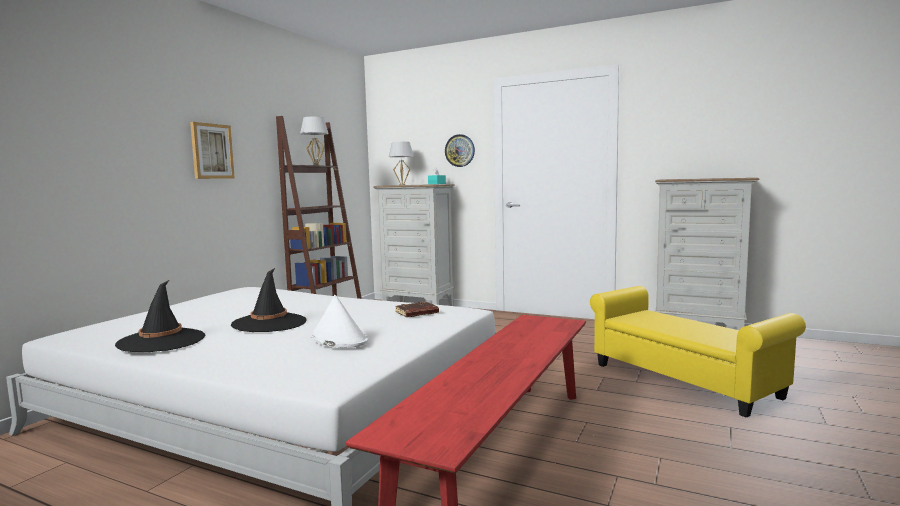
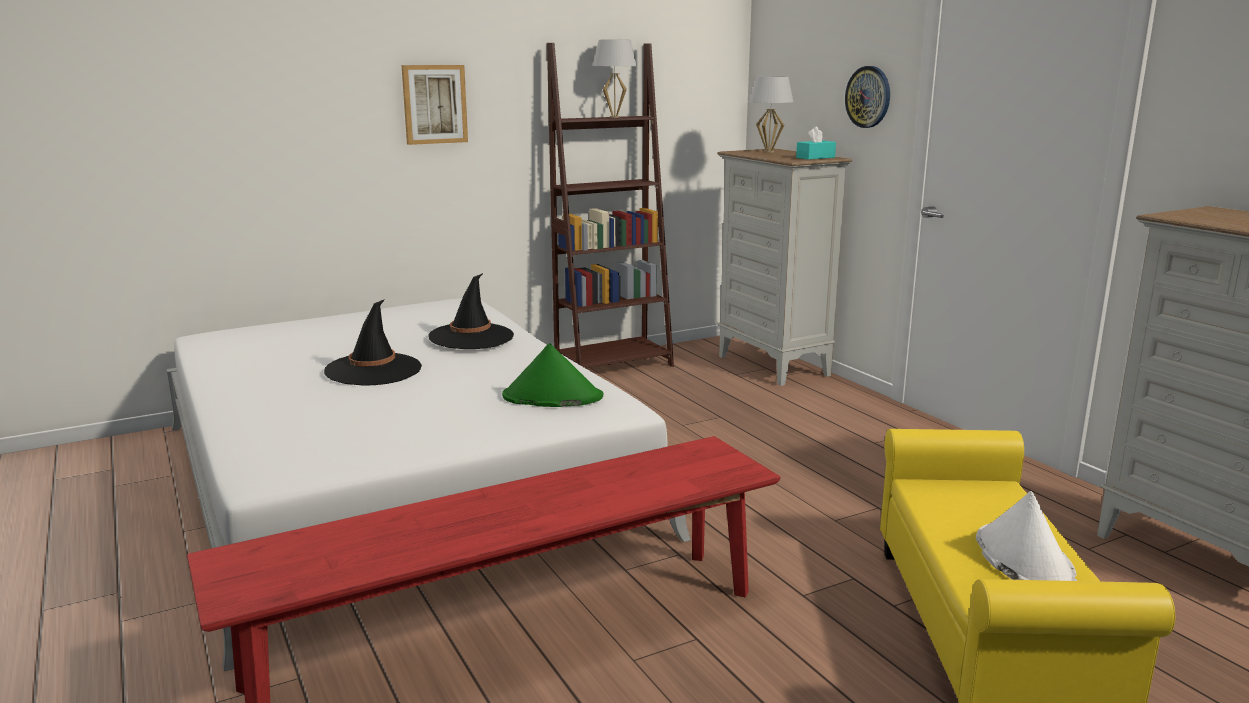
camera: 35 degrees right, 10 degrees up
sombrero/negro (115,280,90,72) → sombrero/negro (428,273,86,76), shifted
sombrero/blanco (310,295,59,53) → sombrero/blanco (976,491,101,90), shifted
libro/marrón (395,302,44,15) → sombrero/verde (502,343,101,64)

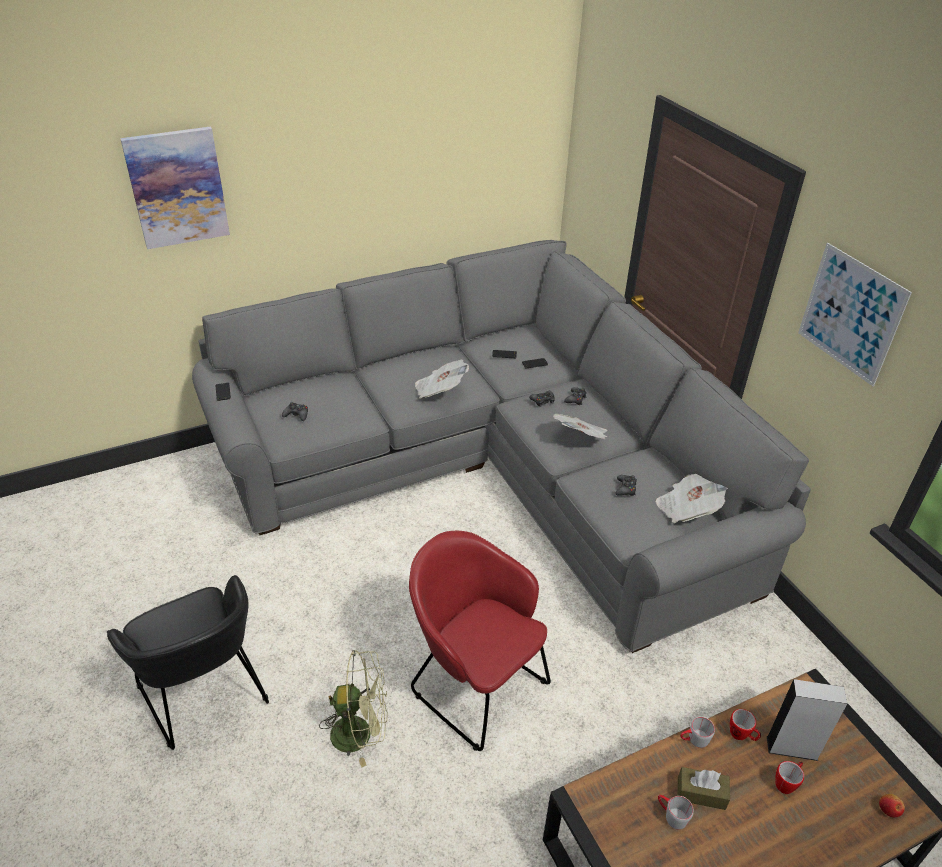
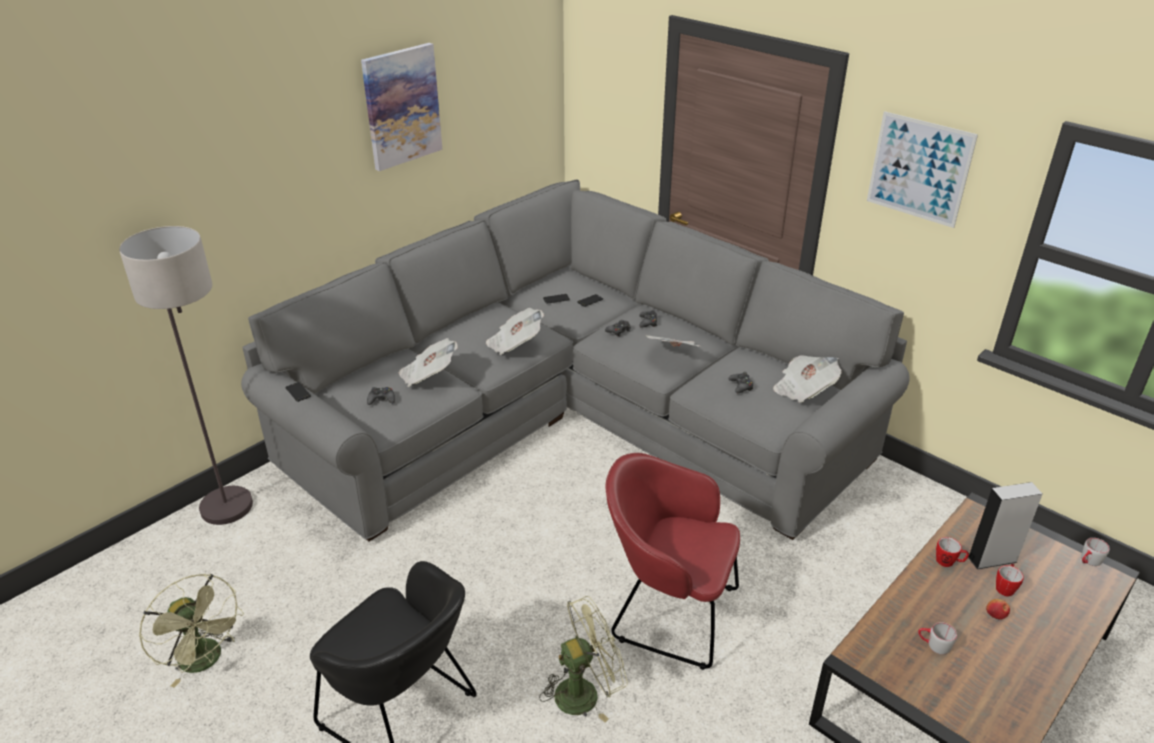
camera: 20 degrees left, 5 degrees down
caja de pañuelos/marrón (678,767,52,43) → -
- → lámpara de pie/gris (119,226,134,299)
- → ventilador/verde (139,574,105,114)
- → periódico (399,338,59,49)
cuadro (120,127,110,122) → cuadro (361,43,81,128), shifted
taza grande/gris (680,717,35,31) → taza grande/gris (1081,538,29,28), shifted
manzana (879,794,26,24) → manzana (986,599,24,21), shifted

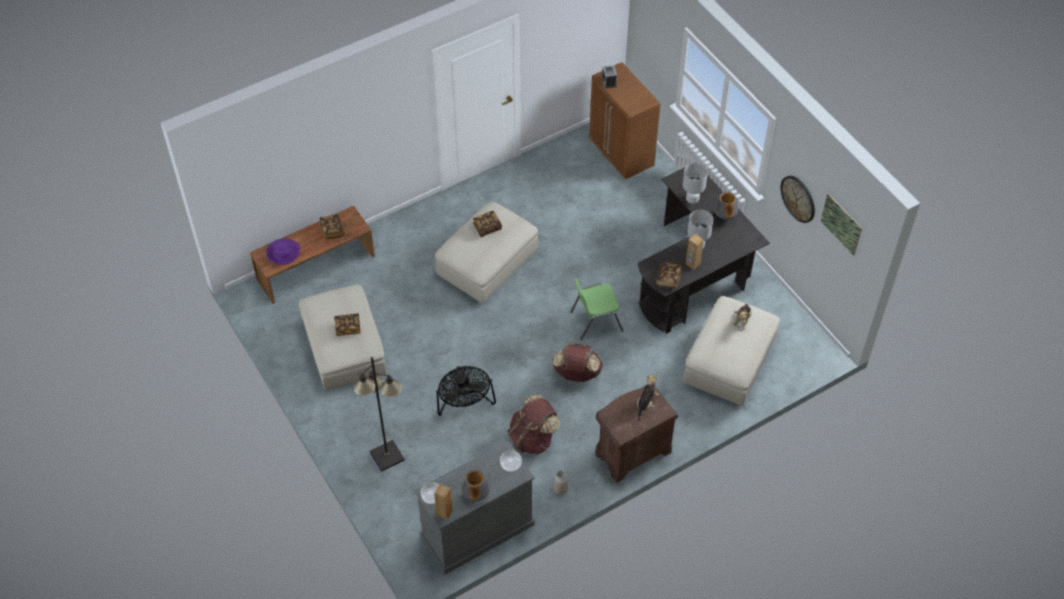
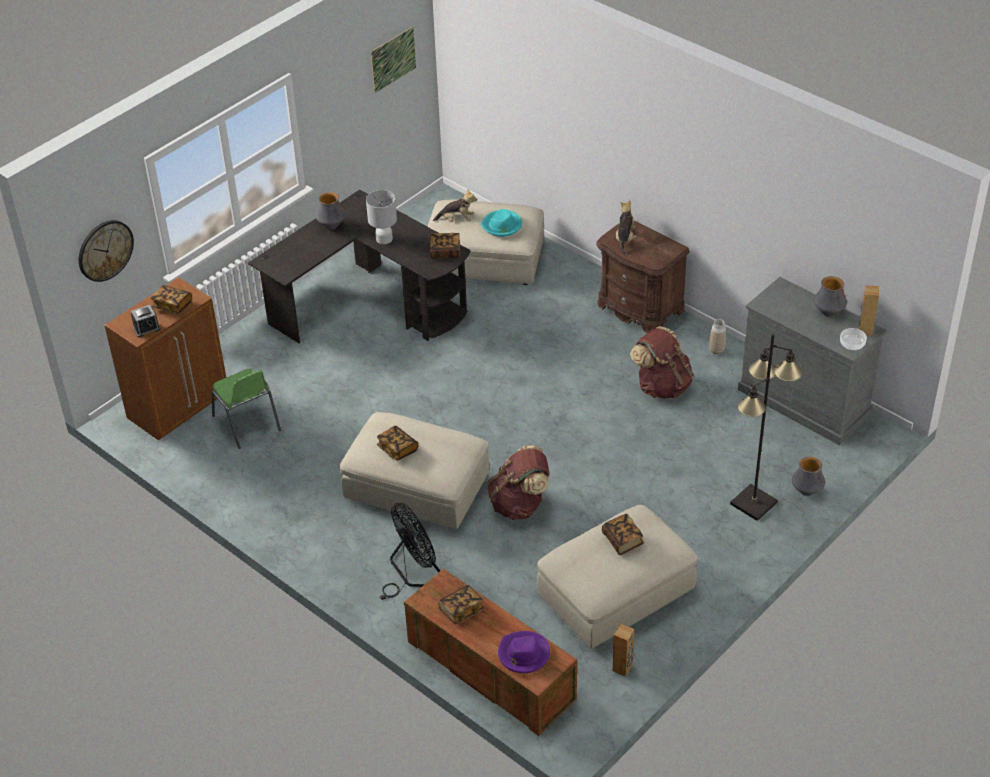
camera: 105 degrees left, 10 degrees down
cuenco (500,450,22,22) → -
lámpara de mesa/gris (683,163,25,41) → -
- → libro (151,285,41,29)
- → sombrero/turquesa (480,209,42,28)
- → florero (792,457,33,39)
ventilador/negro (436,366,60,50) → ventilador/negro (380,503,60,97), shifted
mochila/marrón (552,343,51,39) → mochila/marrón (487,445,63,75), shifted
silla/verde (570,278,53,62) → silla/verde (211,369,70,80), shifted
altavoz/marrón (686,234,18,36) → altavoz/marrón (613,624,21,53), shifted
reloj de pared (781,176,34,47) → reloj de pared (79,220,55,62), shifted
peluche (637,375,22,46) → peluche (616,200,21,55), 90 degrees clockwise

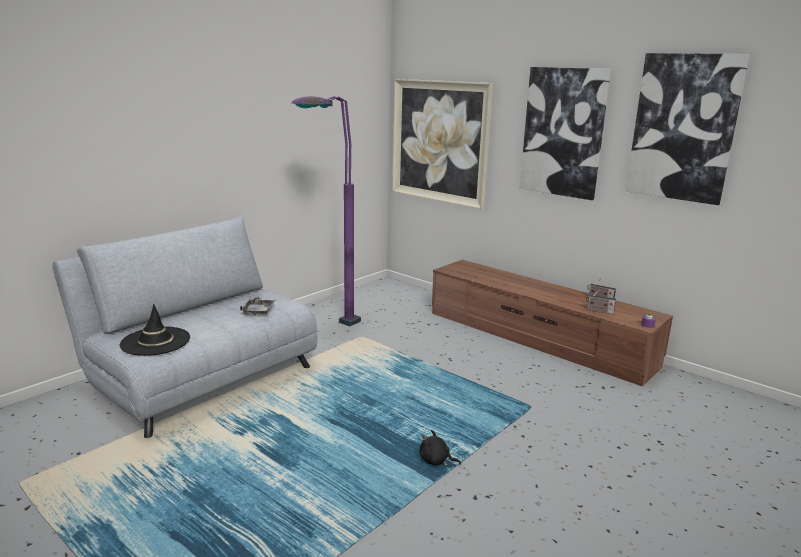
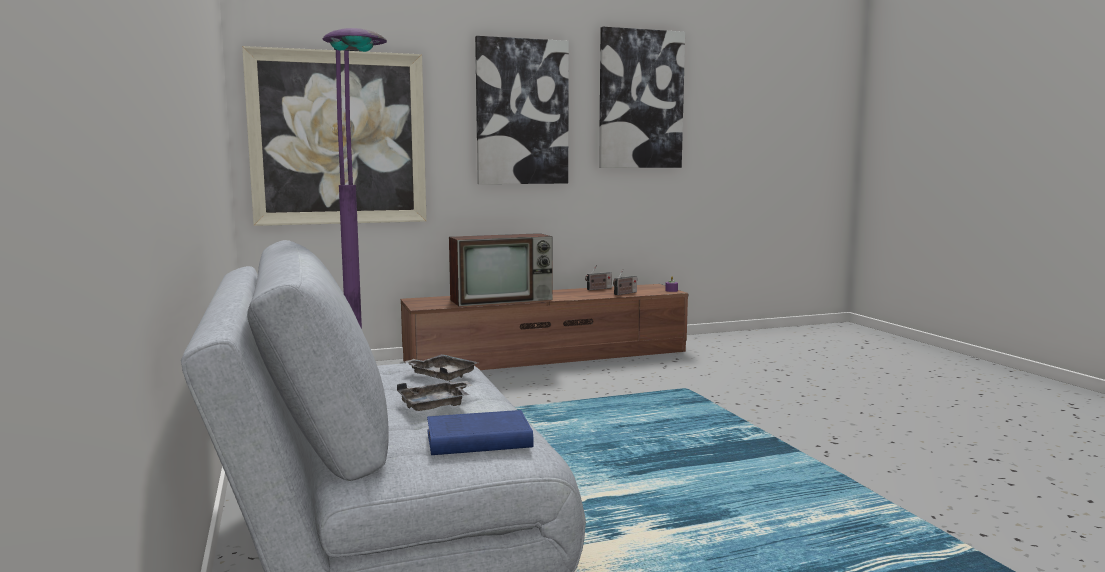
camera: 60 degrees left, 10 degrees down
peluche/negro (419,430,42,36) → -
- → bandeja/gris (397,380,75,31)
- → televisor (449,233,103,73)
sombrero/negro (120,304,70,52) → libro/azul (427,410,106,45)

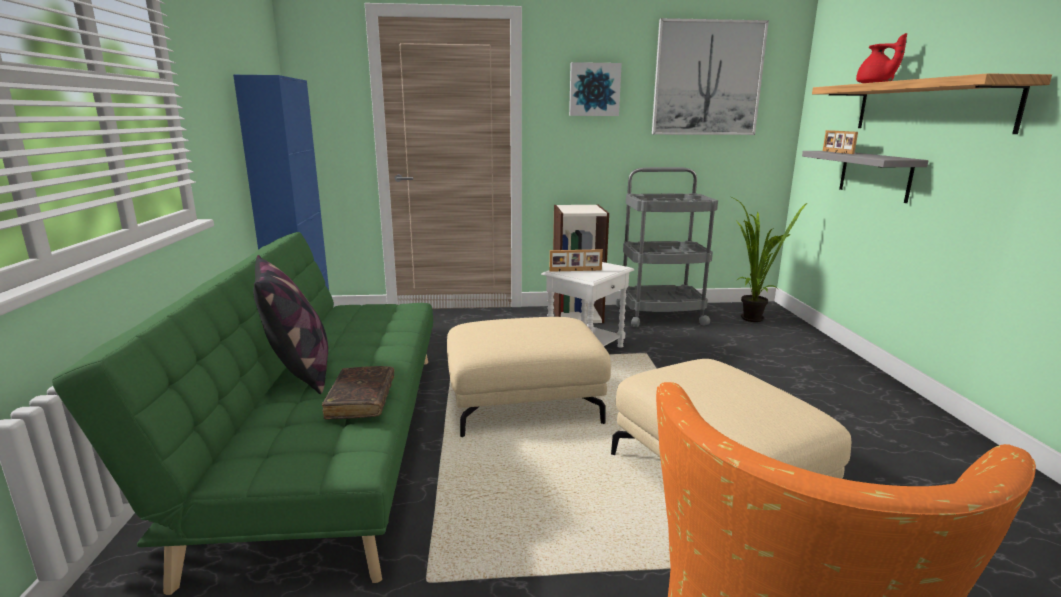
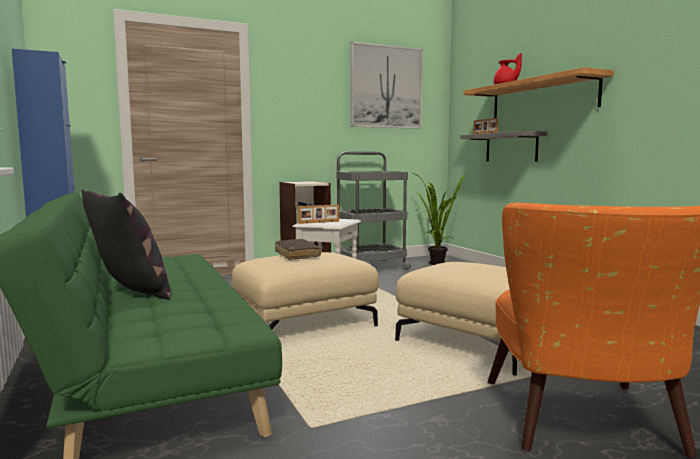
camera: 20 degrees left, 10 degrees down
cuadro (569,62,53,54) → -
libro/marrón (322,366,72,54) → libro/marrón (275,239,47,21), shifted

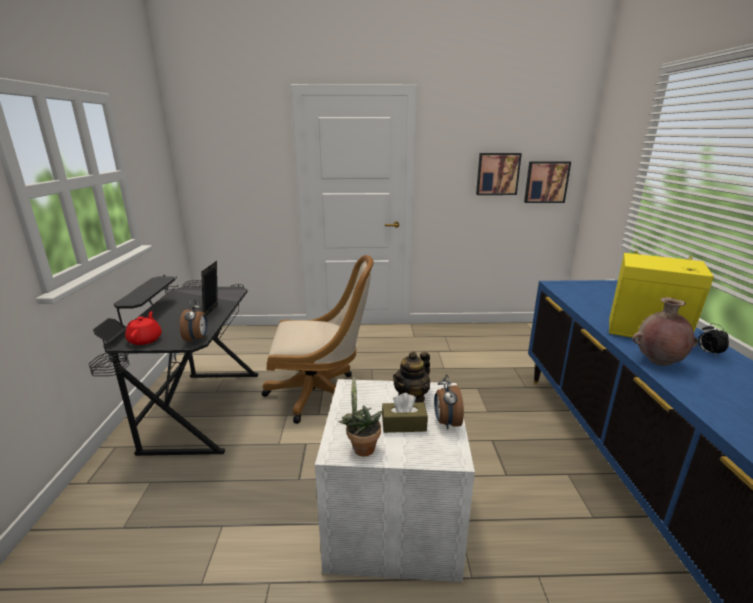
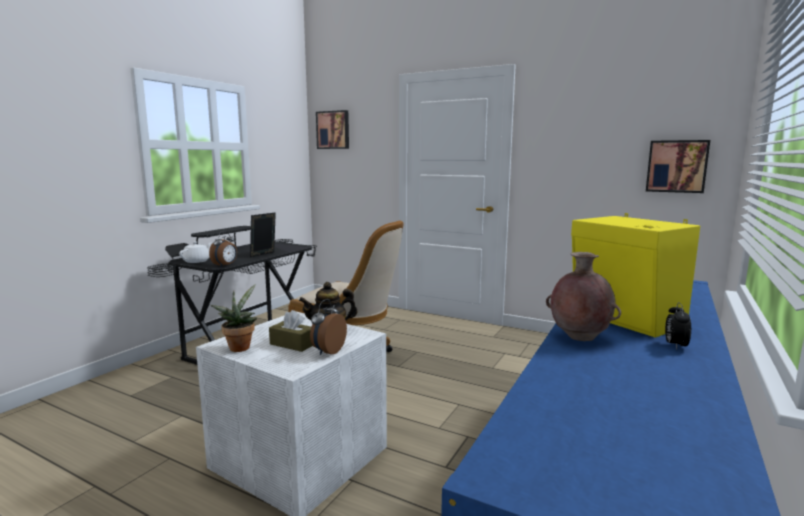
camera: 30 degrees right, 10 degrees down
cuadro (476,153,46,42) → cuadro (316,110,33,39), shifted
tetera/rojo (125,311,37,34) → tetera/blanco (179,241,33,22)

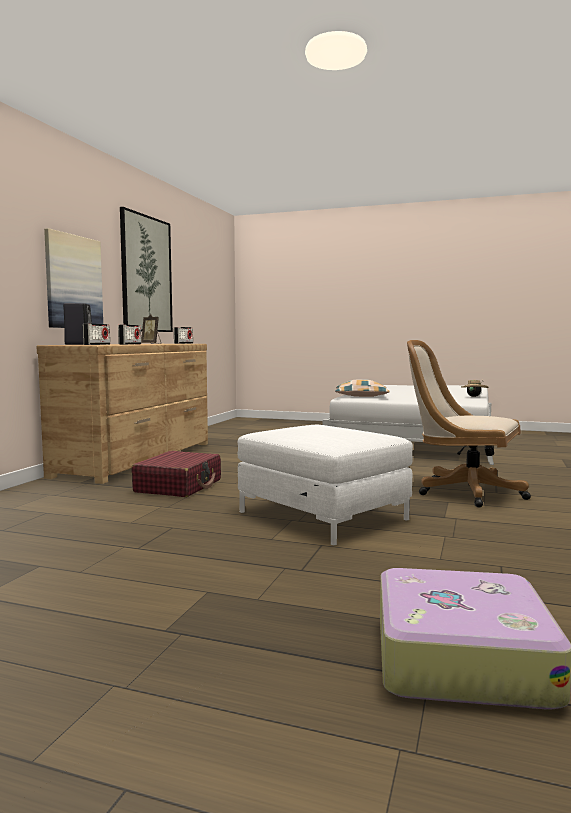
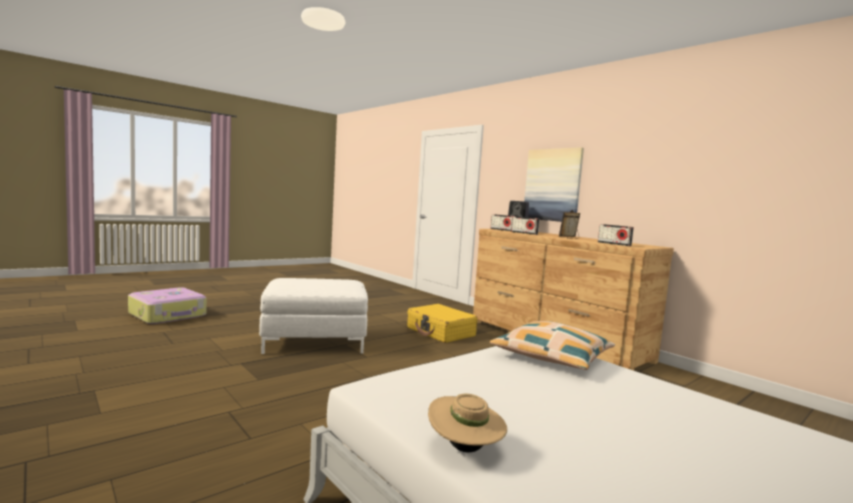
camera: 120 degrees right, 0 degrees up
cuadro (120,207,53,125) → -
silla de oficina (407,340,124,167) → -
maleta/rojo (132,451,89,46) → maleta/amarillo (407,304,70,39)

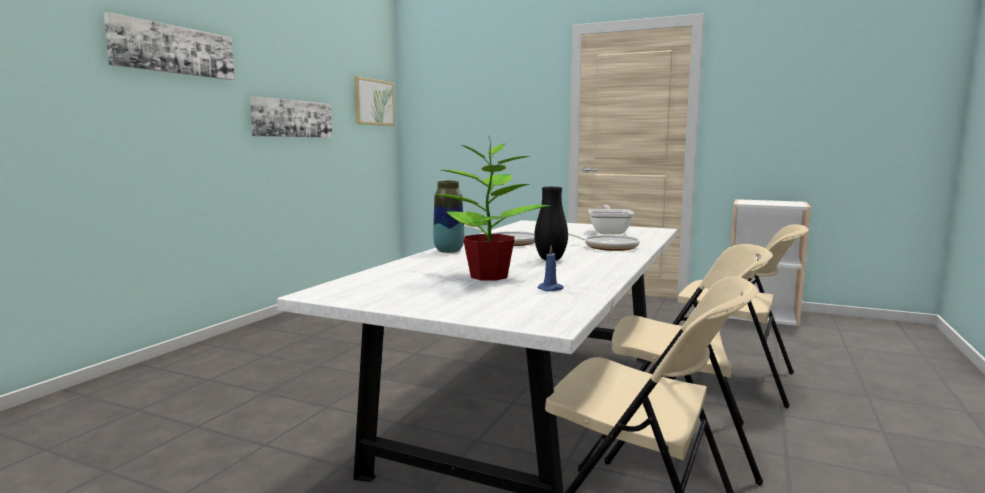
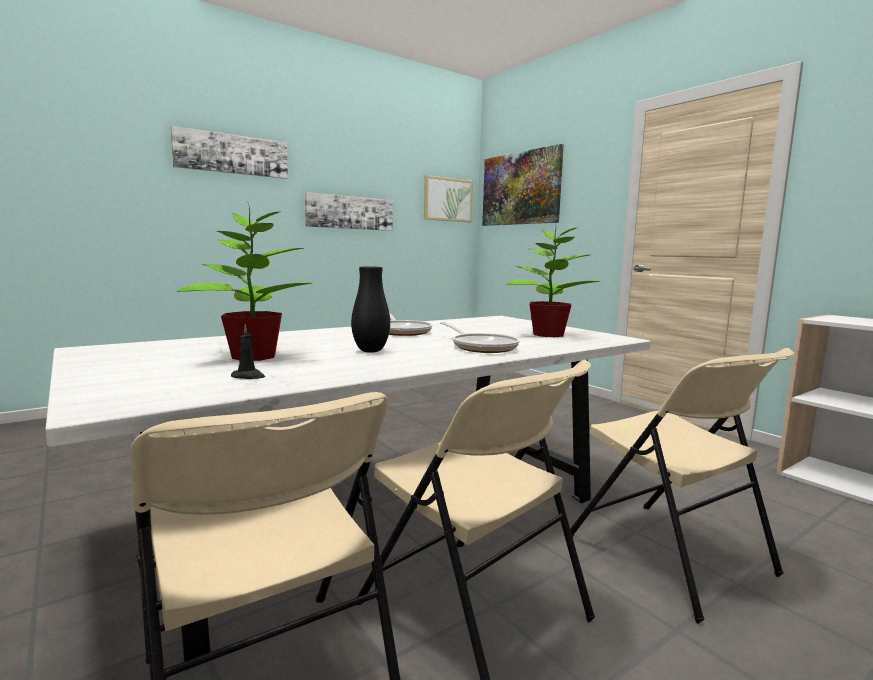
camera: 30 degrees right, 0 degrees up
florero (433,181,31,72) → -
- → cuadro (482,144,82,82)
sartén (588,205,46,30) → planta en maceta (506,222,94,115)
vela/azul (538,245,26,46) → vela/negro (231,324,34,55)

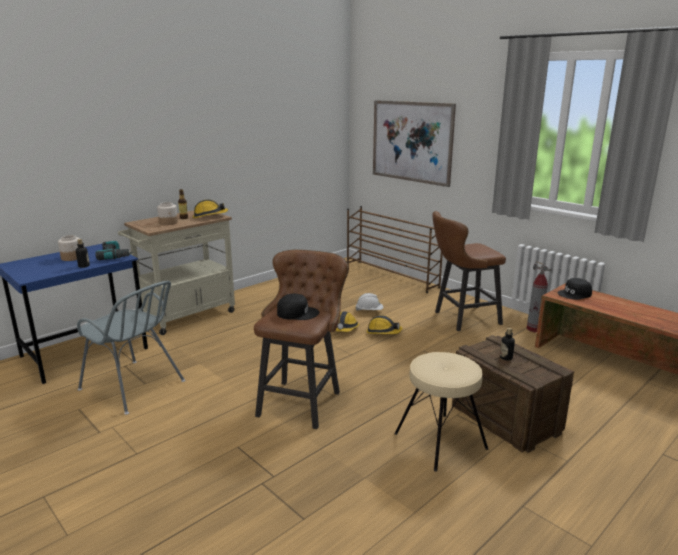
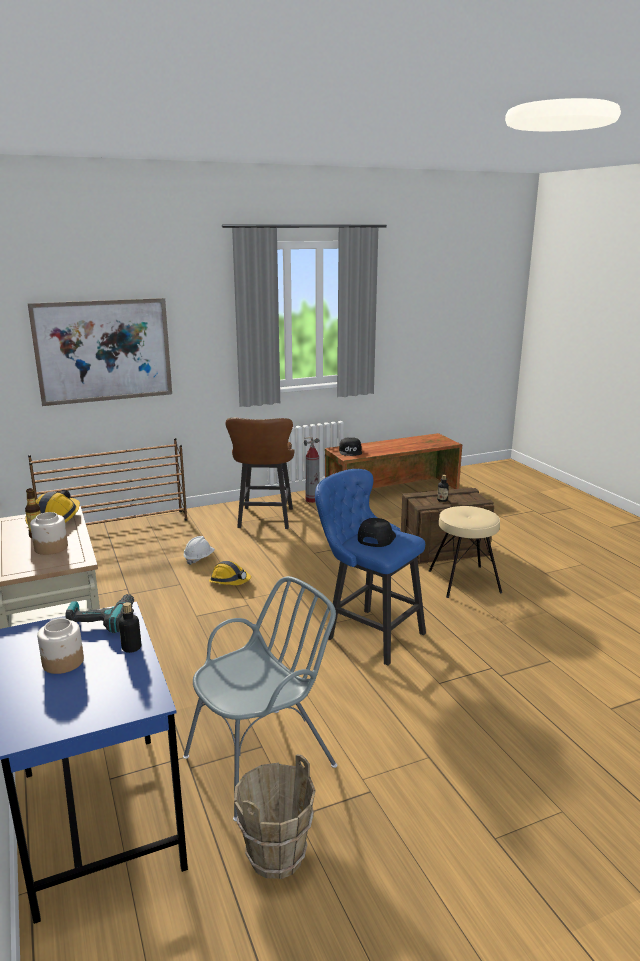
camera: 70 degrees left, 0 degrees up
casco (366,315,37,19) → -
- → cubo/marrón (234,754,81,125)
taburete/marrón (254,249,95,180) → taburete/azul (315,469,111,197)

